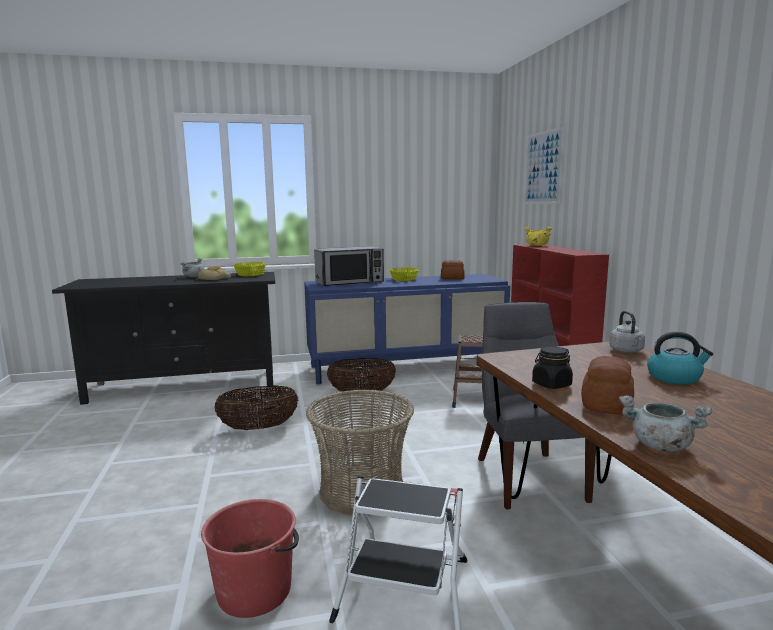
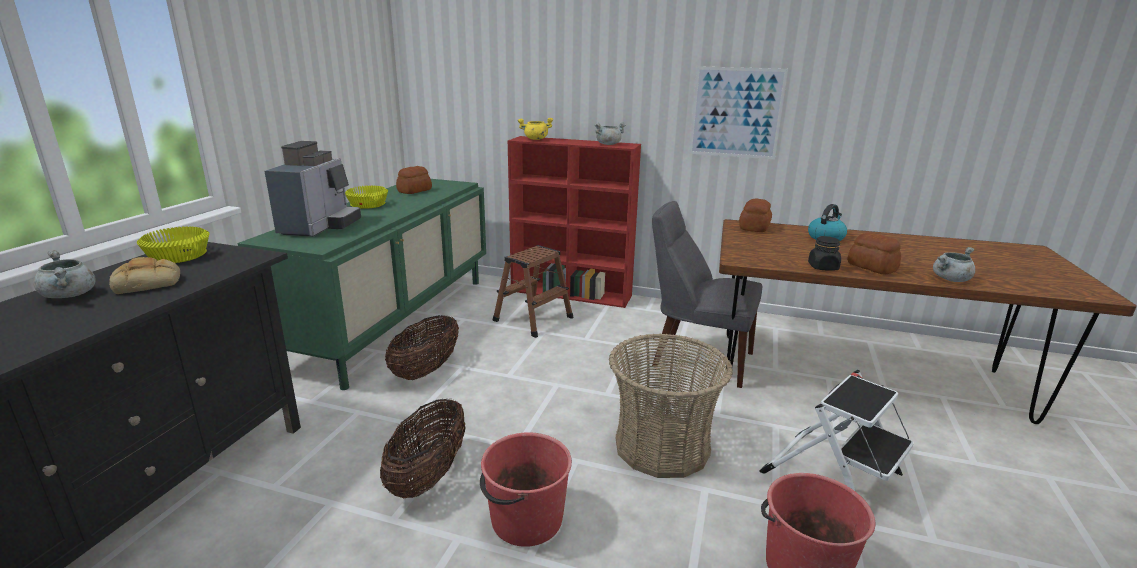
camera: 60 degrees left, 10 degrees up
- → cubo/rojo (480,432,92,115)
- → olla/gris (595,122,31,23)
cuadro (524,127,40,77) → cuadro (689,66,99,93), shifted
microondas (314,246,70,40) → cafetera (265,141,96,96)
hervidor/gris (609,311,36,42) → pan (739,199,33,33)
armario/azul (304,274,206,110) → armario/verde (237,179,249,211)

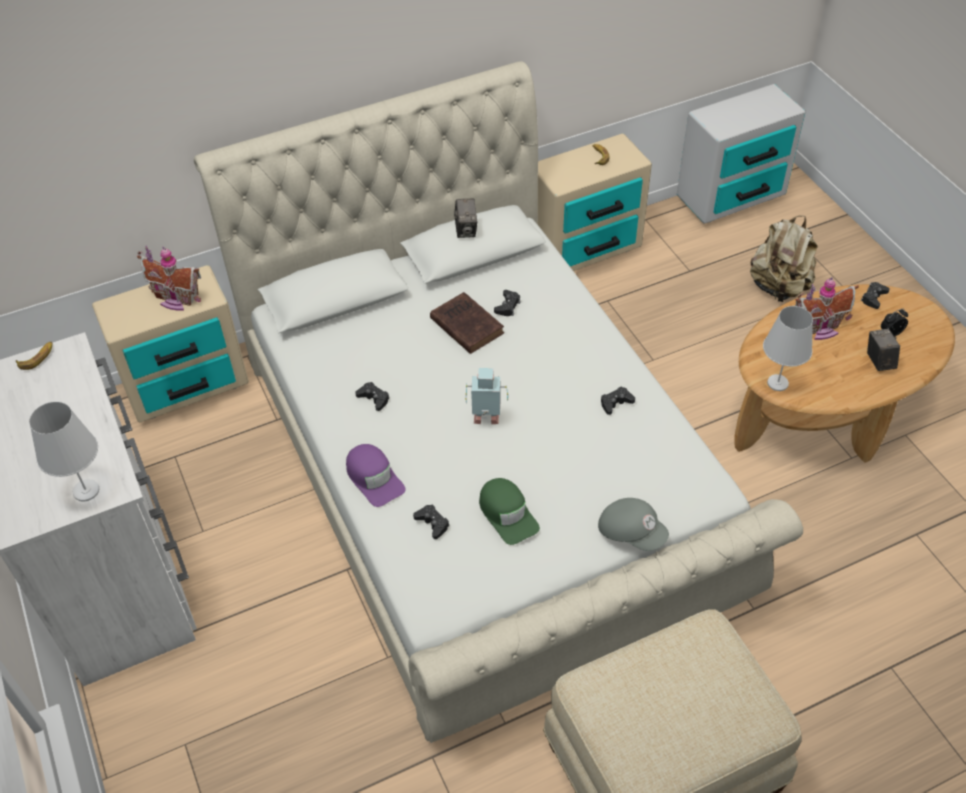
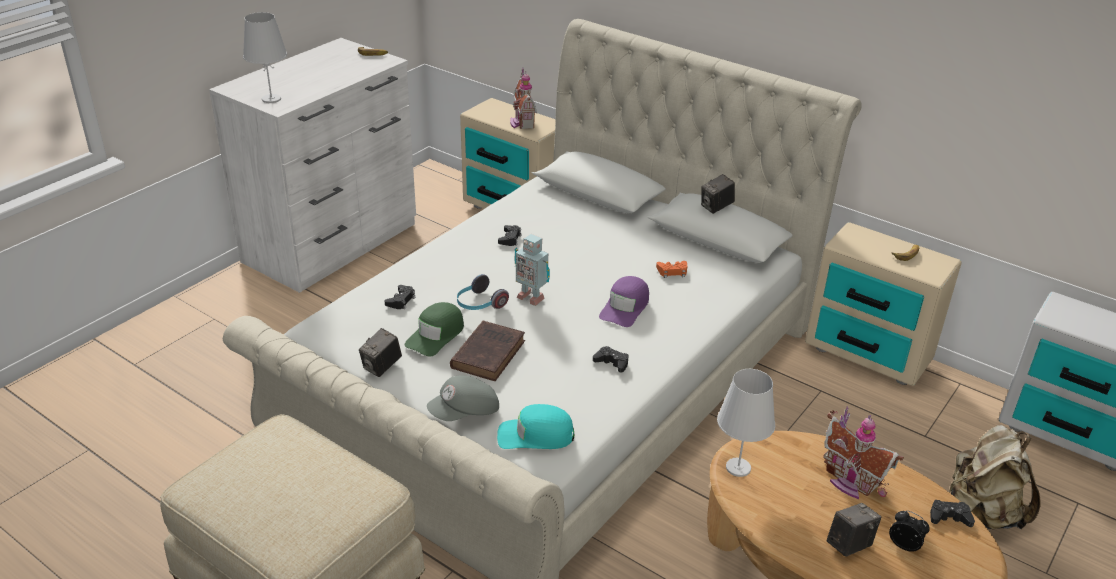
camera: 60 degrees right, 15 degrees down
- → cámara (359,328,43,49)
- → auriculares (457,274,52,36)
- → gorra/turquesa (497,404,77,45)
gorra/morado (346,444,60,63) → gorra/morado (599,276,50,51), shifted
libro/marrón (430,292,74,62) → libro/marrón (450,321,75,60), shifted
mando de consola/negro (494,290,27,26) → mando de consola/naranja (656,261,31,17)
robot de juguete (465,368,43,56) → robot de juguete (514,234,36,72), 150 degrees clockwise
gorra/gris (598,498,71,53) → gorra/gris (427,375,72,46), 45 degrees clockwise

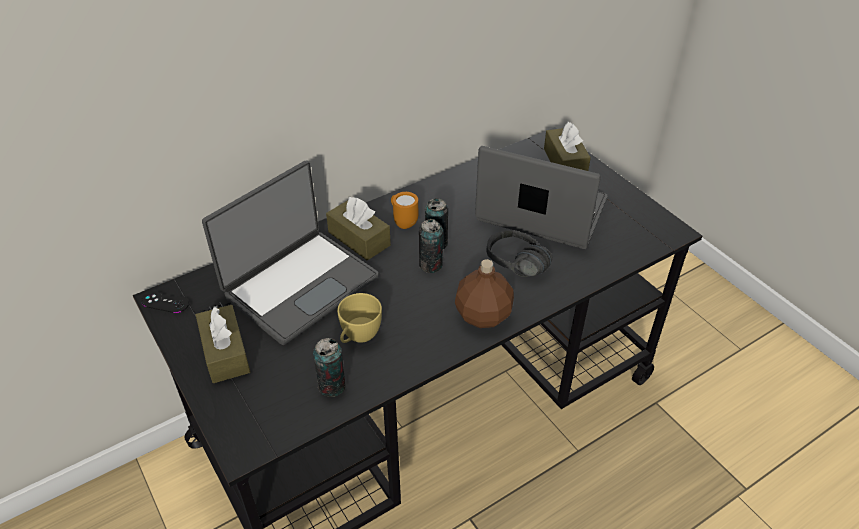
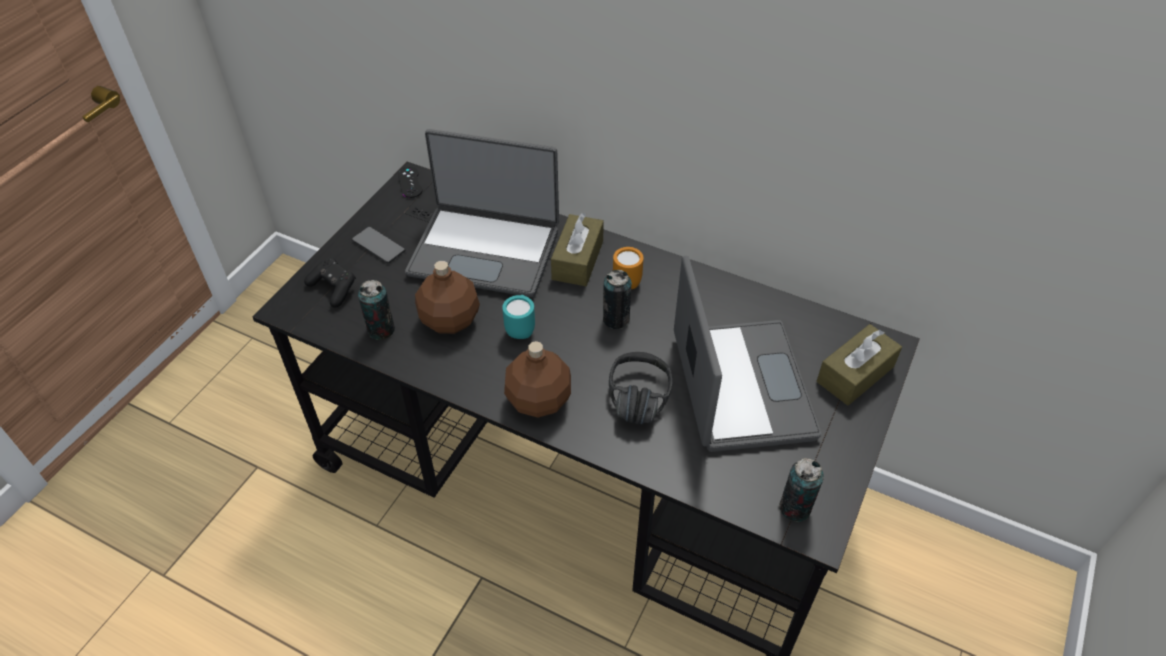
camera: 60 degrees right, 5 degrees up
- → mando de consola/negro (304,258,52,50)
- → taza grande/turquesa (502,295,33,44)
lata (419,219,24,54) → lata (779,458,45,64), shifted
caja de pañuelos/marrón (196,305,54,78) → móvil (352,227,53,36)
taza/amarillo (337,293,45,50) → botella/marrón (415,261,65,73)

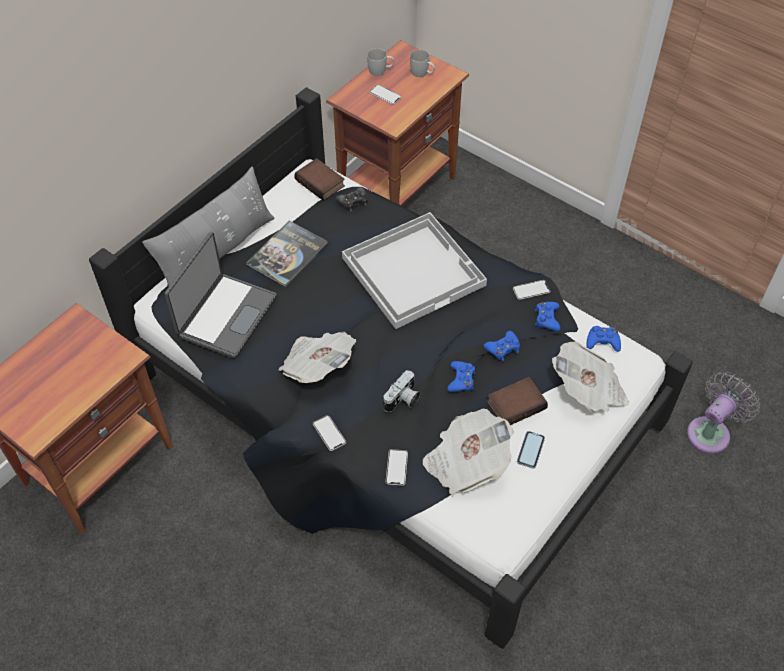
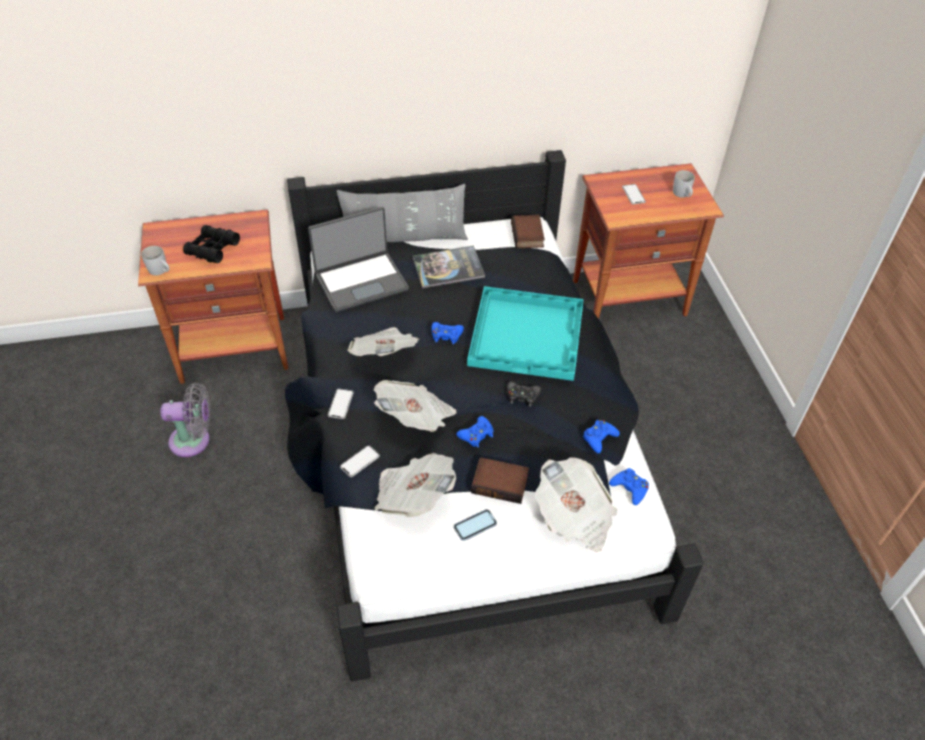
camera: 40 degrees right, 5 degrees down
móvil (513,280,37,20) → -
- → prismáticos/negro (183,225,57,38)
mando de consola/negro (336,187,31,25) → mando de consola/negro (507,382,34,25), shifted
taza grande/blanco (367,48,27,28) → taza grande/blanco (141,246,29,29), shifted
mando de consola/azul (483,331,37,30) → mando de consola/azul (431,322,33,22), shifted
ventilador/gris (687,372,73,82) → ventilador/gris (161,383,49,74), shifted
cámara (383,370,37,42) → periódico (374,380,83,52)
bandeja/blanco (342,212,145,117) → bandeja/turquesa (467,286,117,95)

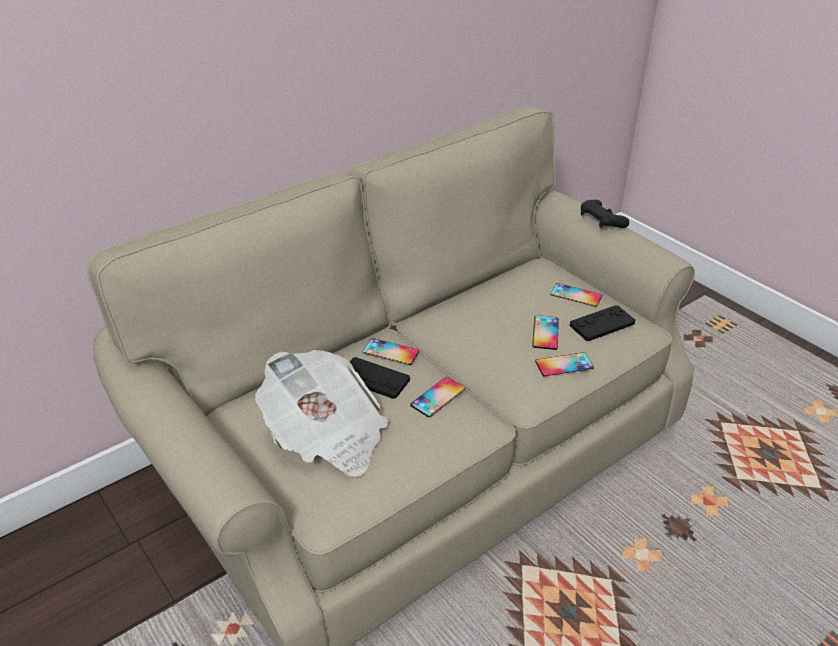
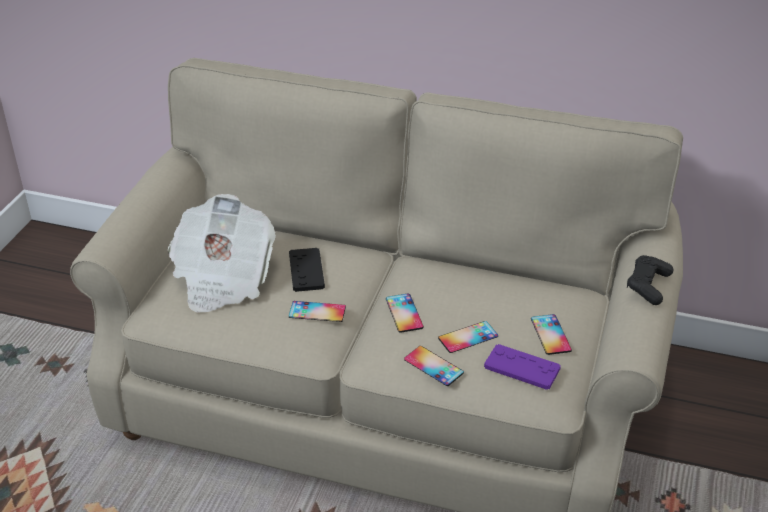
camera: 55 degrees right, 0 degrees up
móvil (362,338,57,27) → móvil (386,293,38,40), shifted
mando de consola/negro (570,305,65,36) → mando de consola/morado (484,344,77,46)

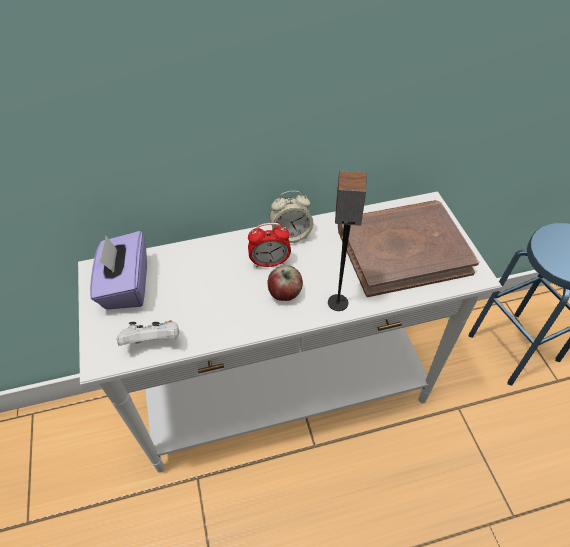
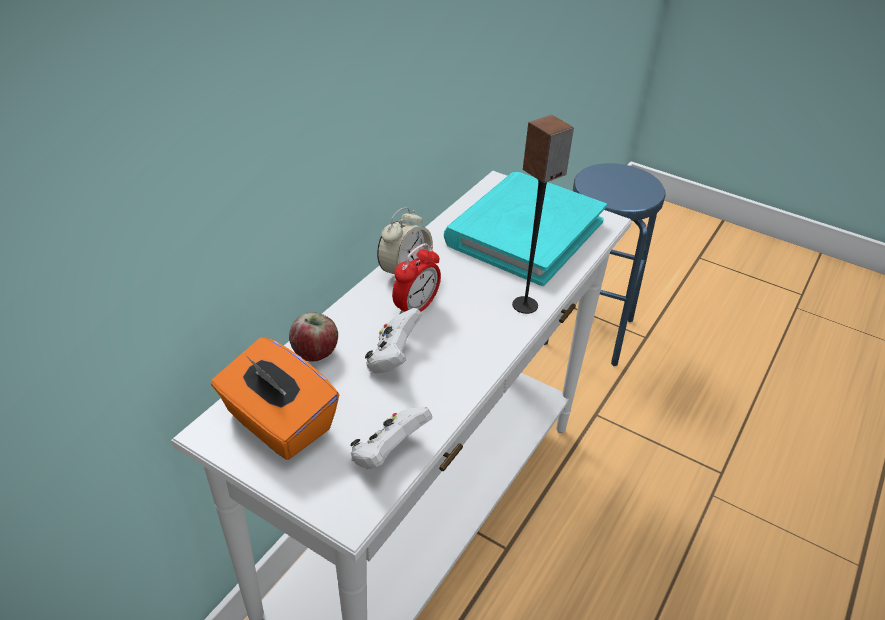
camera: 45 degrees left, 10 degrees down
- → mando de consola/blanco (365,308,58,66)
manzana (268,265,35,36) → manzana (289,312,49,50), shifted
caja de pañuelos/morado (90,231,57,79) → caja de pañuelos/naranja (211,337,128,123)
libro/marrón (338,200,141,97) → libro/turquesa (444,172,163,114)

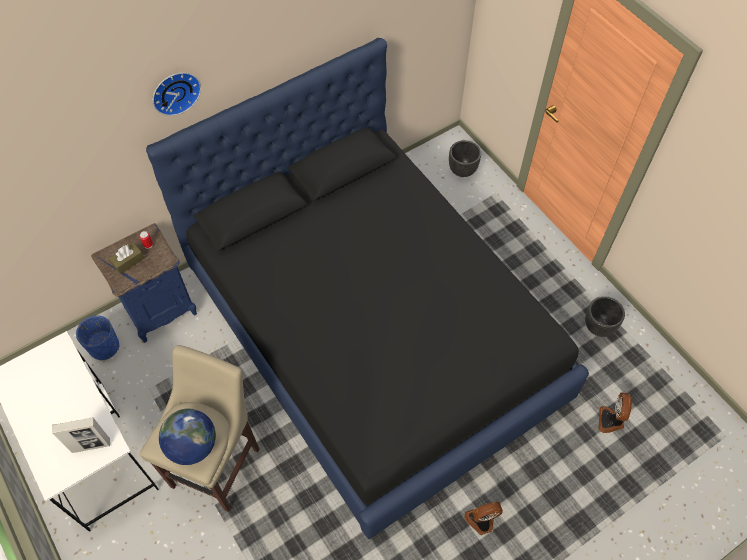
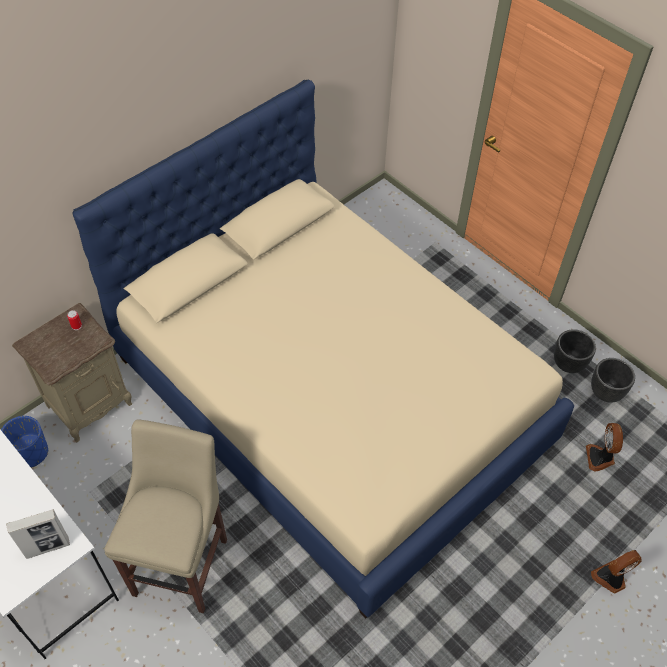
camera: 10 degrees left, 5 degrees down
caja de pañuelos/marrón (109,243,35,31) → -
reloj de pared (153,72,48,44) → -
globo terráqueo (159,409,57,56) → -
maceta/negro (449,140,32,37) → maceta/negro (591,358,44,45), shifted
ventilador (464,502,39,33) → ventilador (591,550,51,43), shifted
mesita de noche/azul (91,223,106,120) → mesita de noche/beis (12,303,120,139)
cama/negro (146,38,443,501) → cama/beis (72,80,502,539)

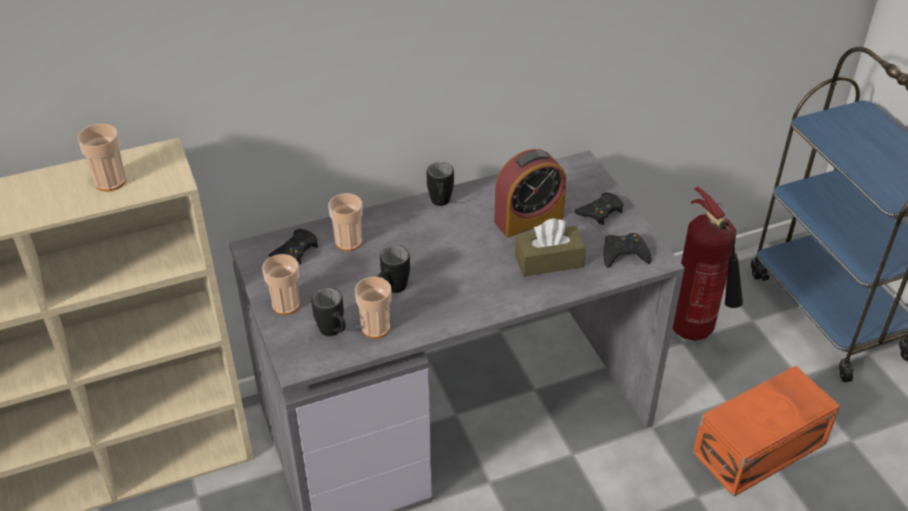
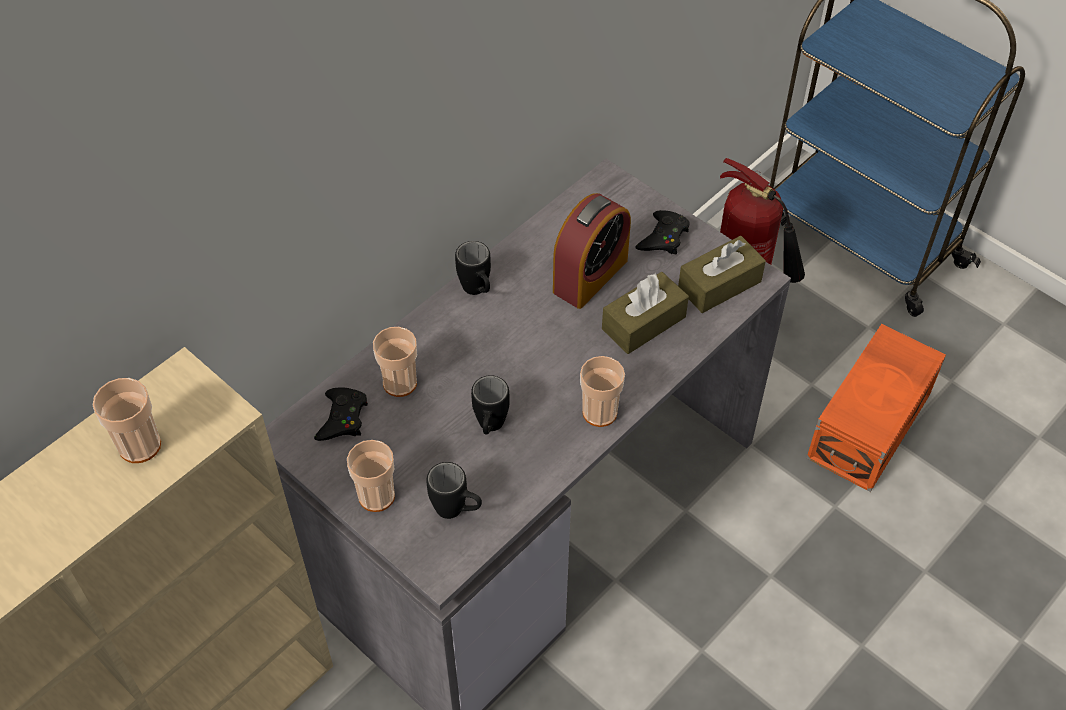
camera: 25 degrees left, 10 degrees up
taza (355,277,37,62) → taza (580,356,45,71), shifted
mando de consola/negro (604,233,47,35) → caja de pañuelos/marrón (678,236,88,77)

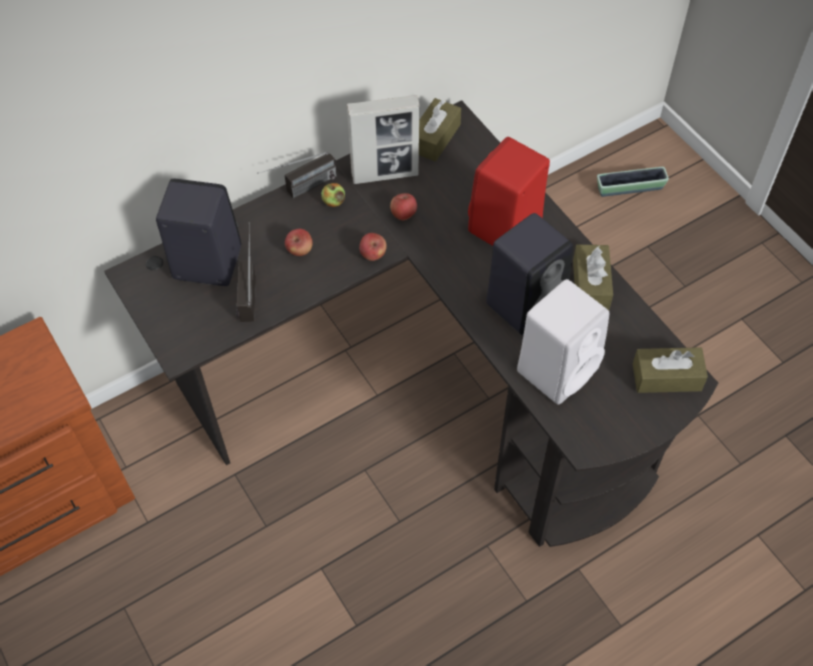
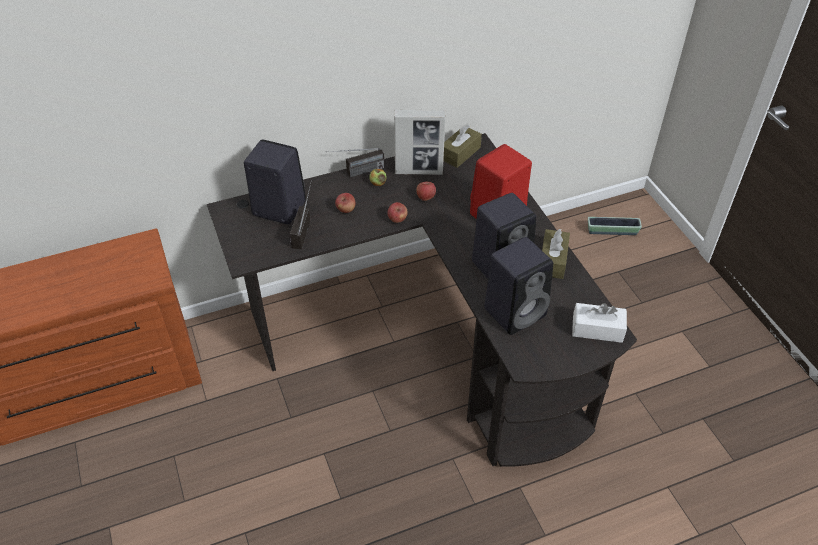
camera: 10 degrees right, 10 degrees down
altavoz/blanco (517,279,92,126) → altavoz/negro (484,237,69,98)
caja de pañuelos/marrón (633,347,75,46) → caja de pañuelos/blanco (572,303,55,40)

